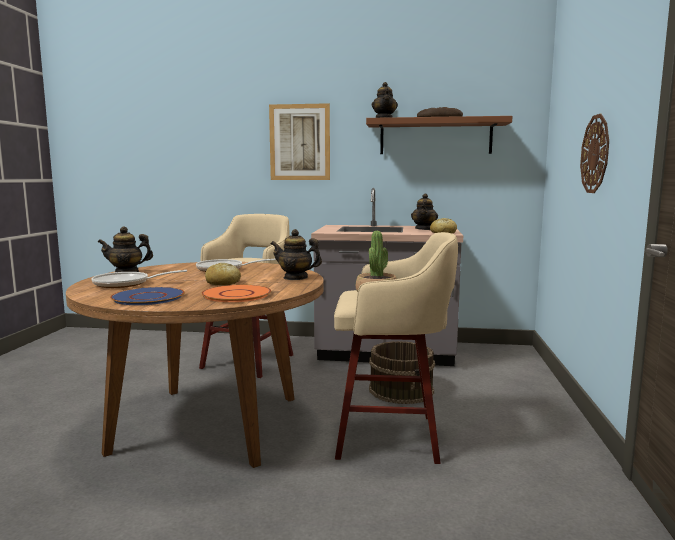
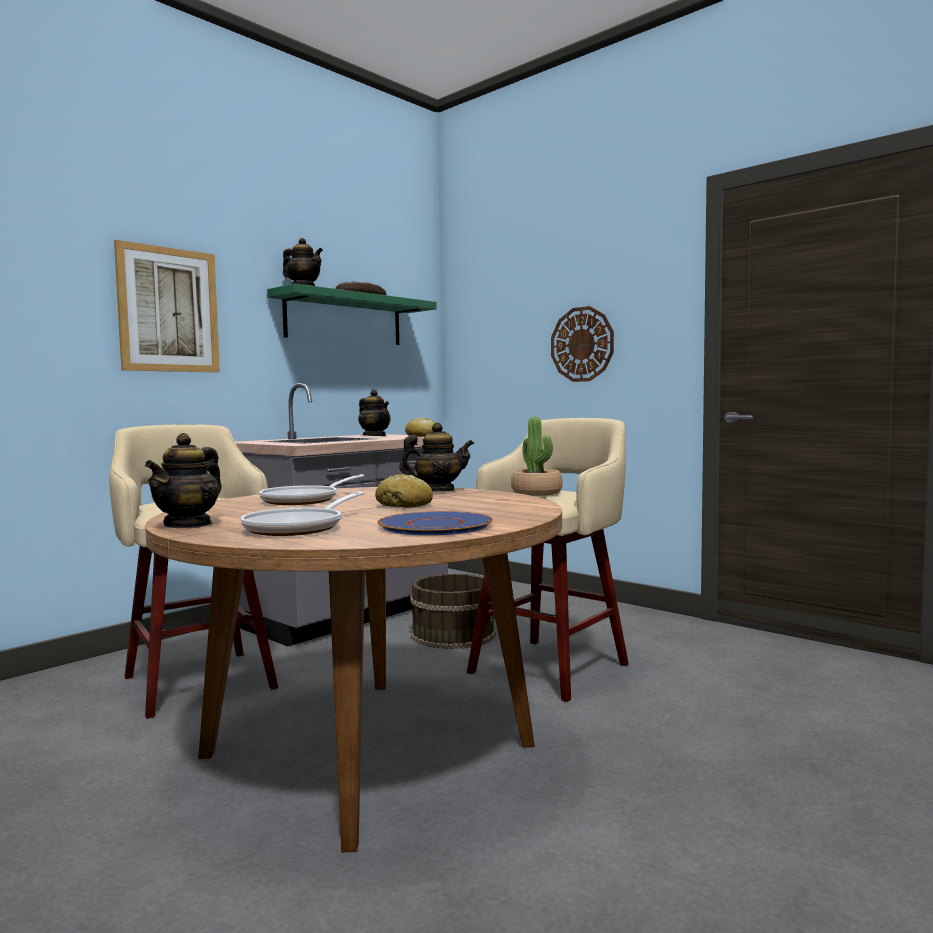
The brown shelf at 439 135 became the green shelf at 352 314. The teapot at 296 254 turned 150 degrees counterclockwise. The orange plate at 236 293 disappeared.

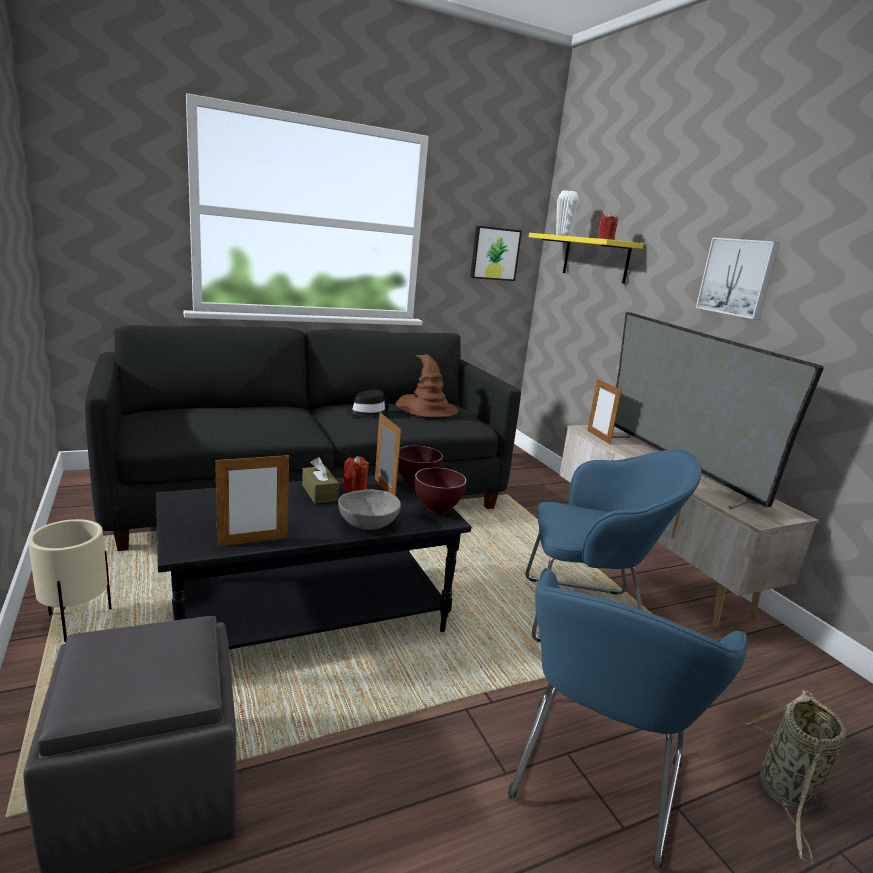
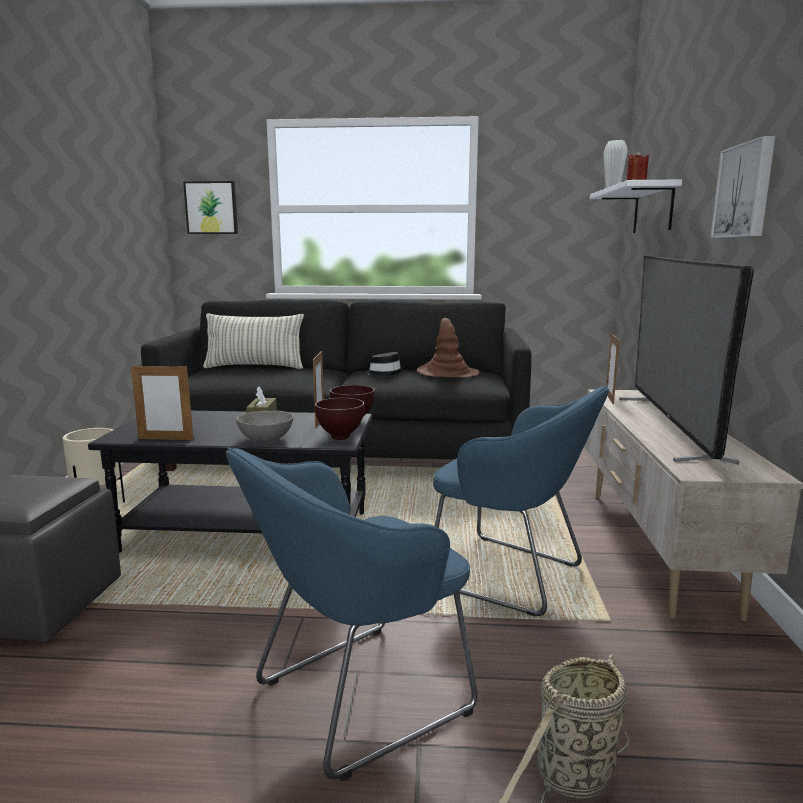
The picture moved from 496 253 to 210 207. The pillow at 253 341 appeared. The yellow shelf at 586 258 became the white shelf at 636 206. The red candle at 356 474 disappeared.

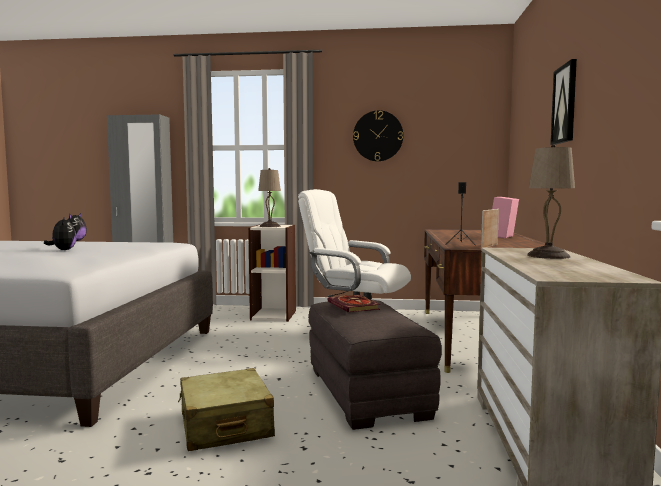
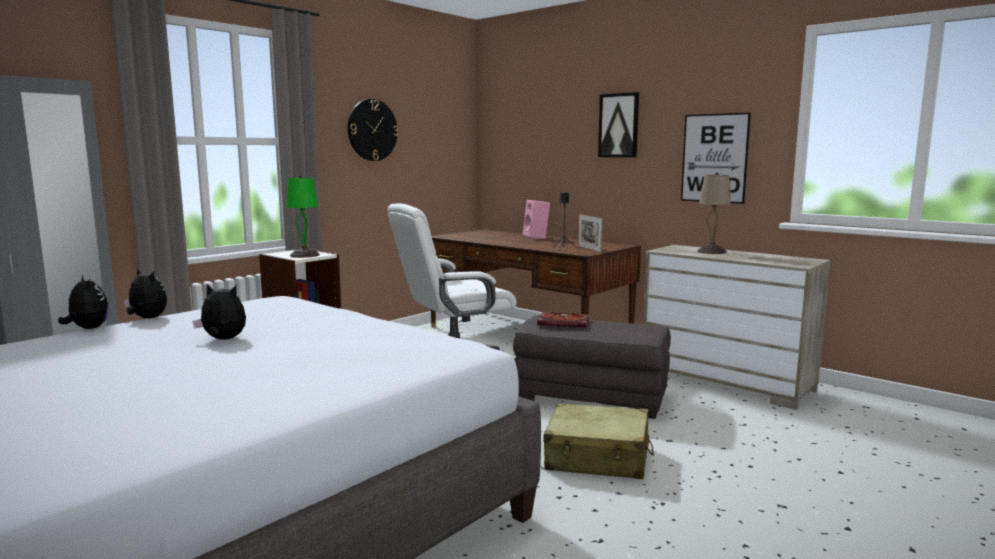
The plush toy at 145 293 appeared. The beige table lamp at 269 197 became the green table lamp at 303 216. The picture at 716 158 appeared.

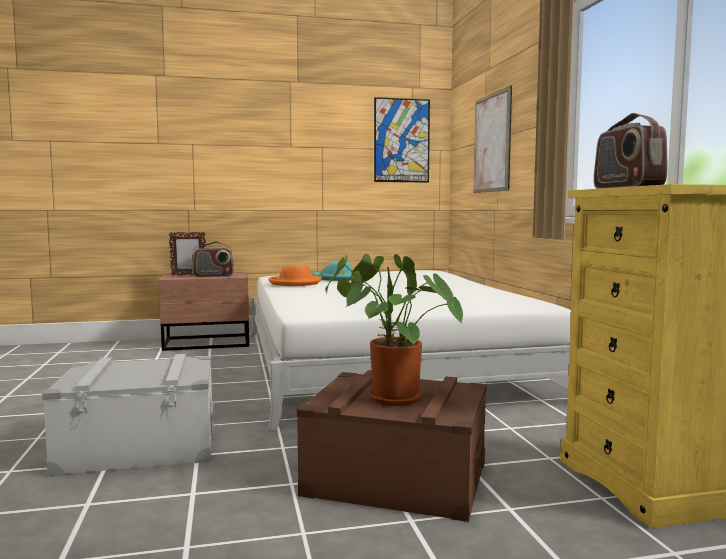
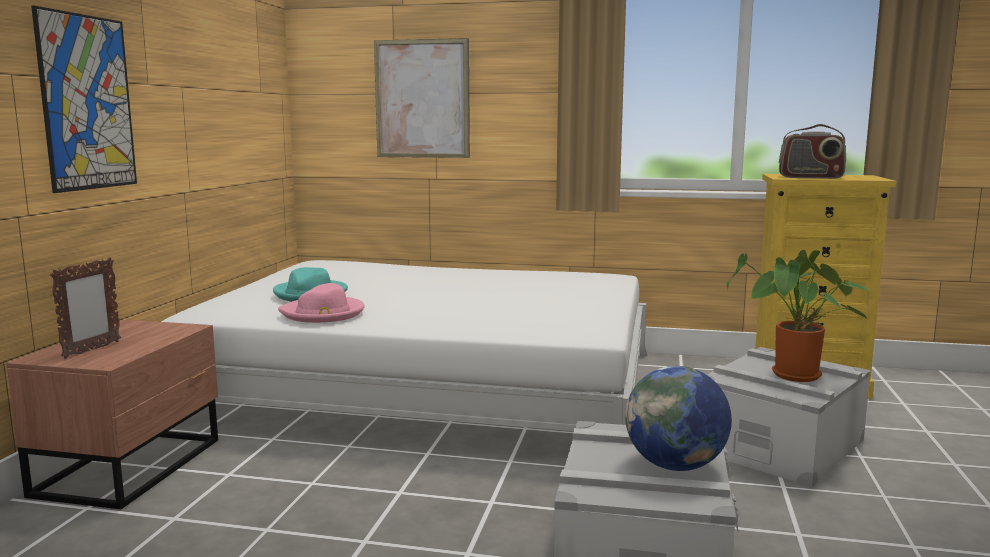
The picture moved from 402 140 to 84 99. The orange hat at 295 275 became the pink hat at 321 303. The globe at 678 418 appeared. The brown storage box at 391 446 became the grey storage box at 788 417. The radio at 212 259 disappeared.

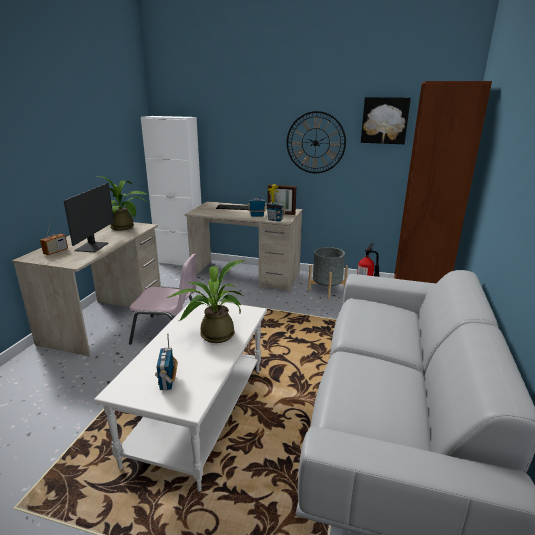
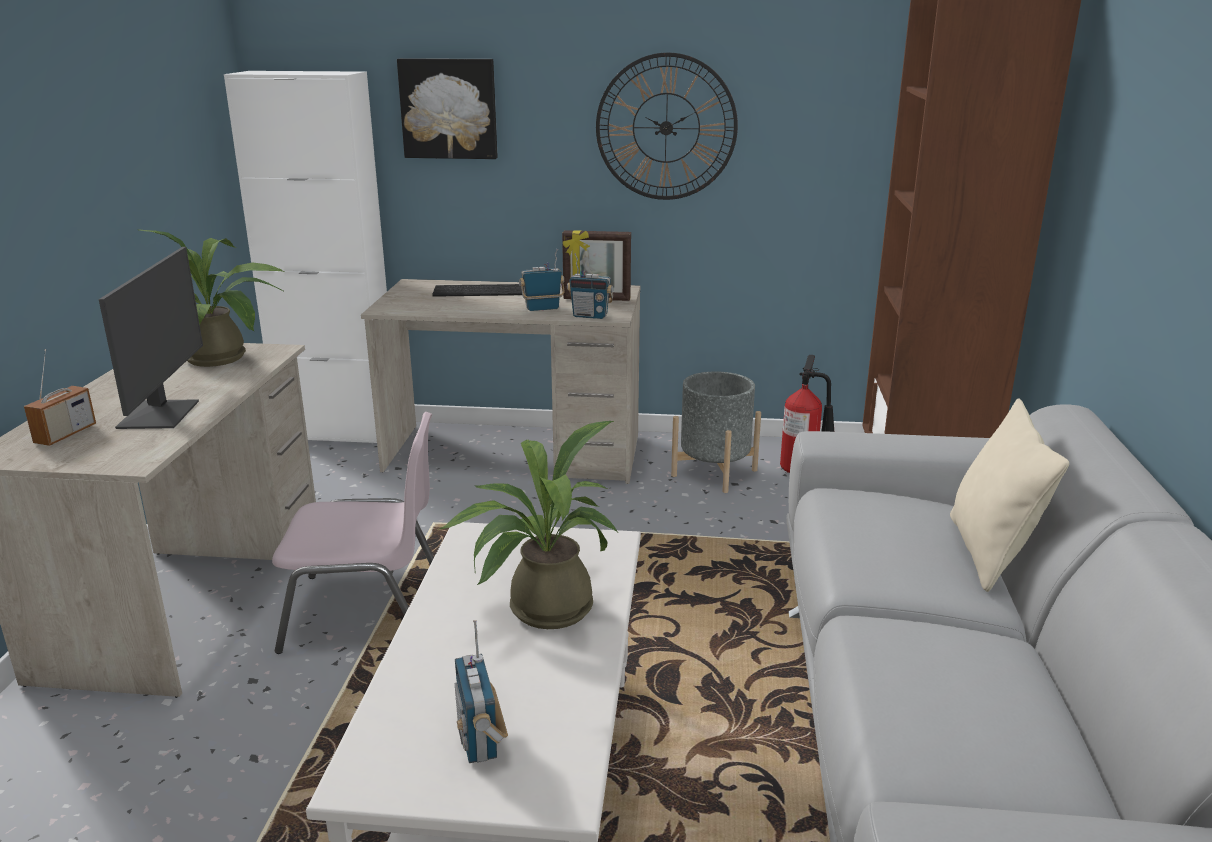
The picture moved from 386 120 to 447 108. The beige pillow at 1009 495 appeared.

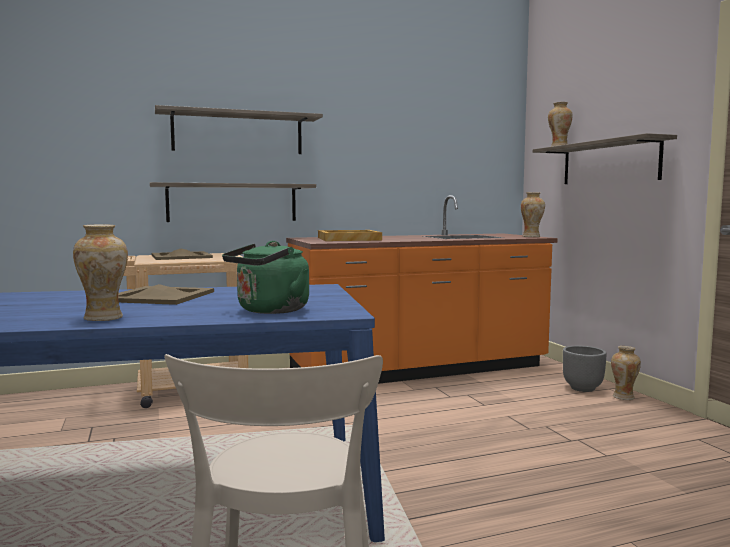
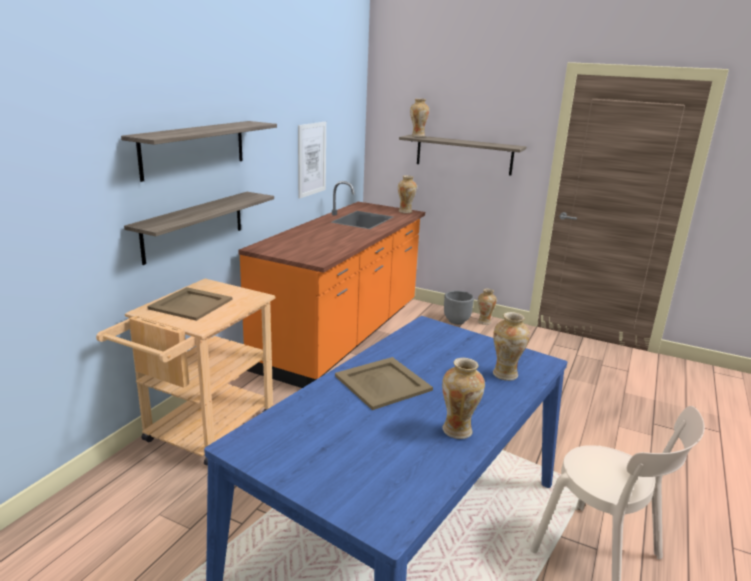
The picture at 312 160 appeared. The green kettle at 265 277 was replaced by the vase at 511 346. The beige tray at 350 235 disappeared.

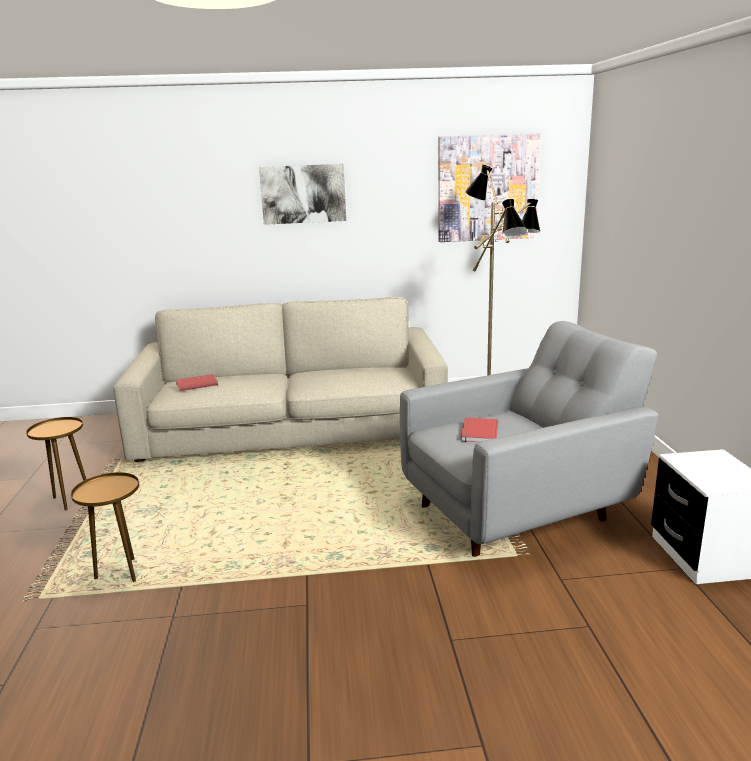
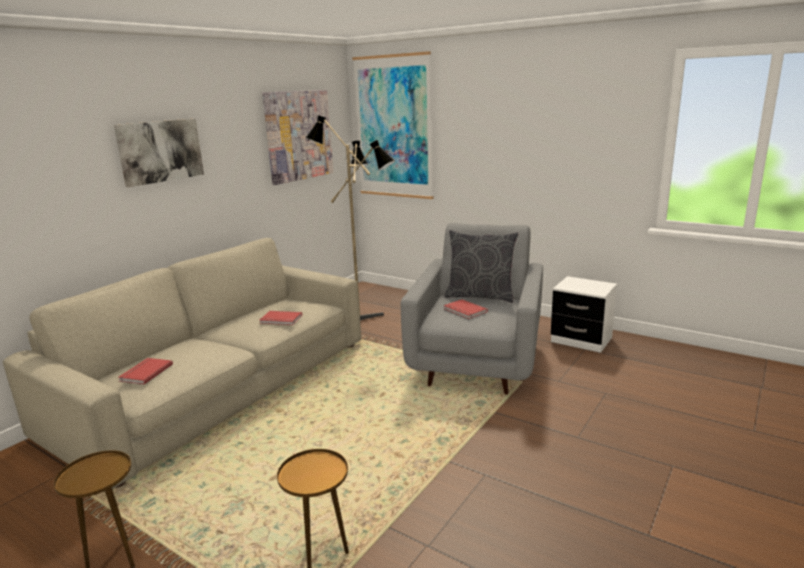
The red book at 281 318 appeared. The picture at 393 125 appeared. The grey pillow at 481 266 appeared.

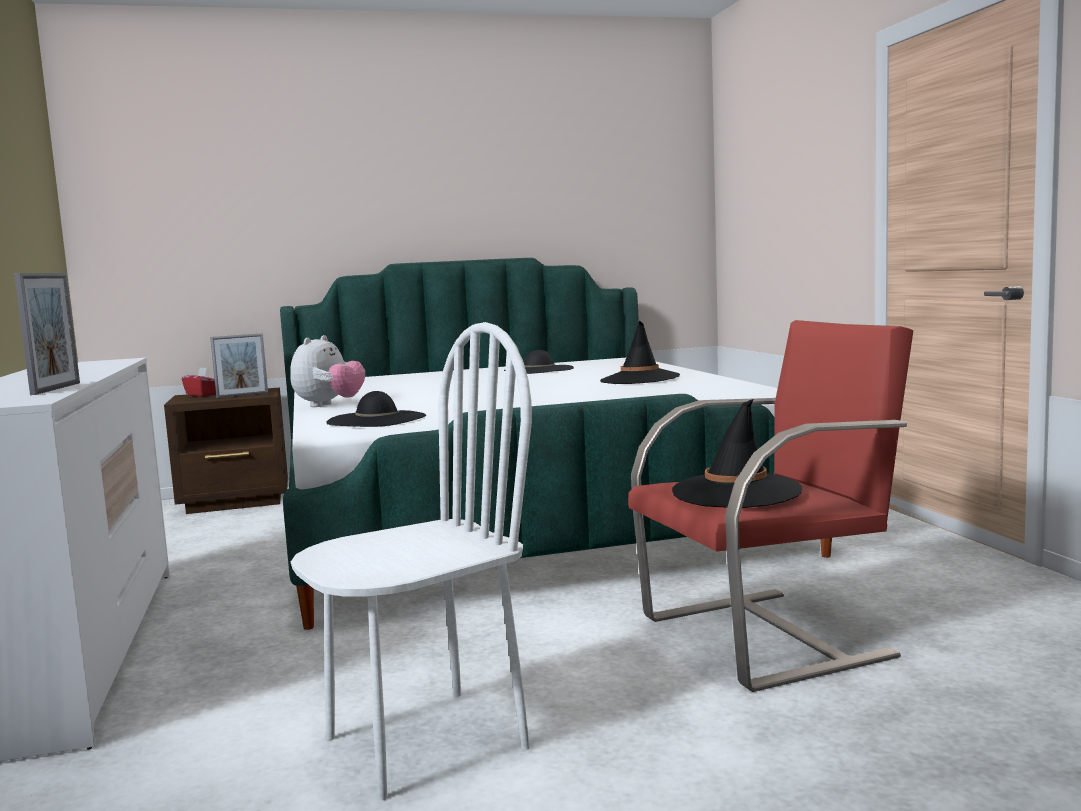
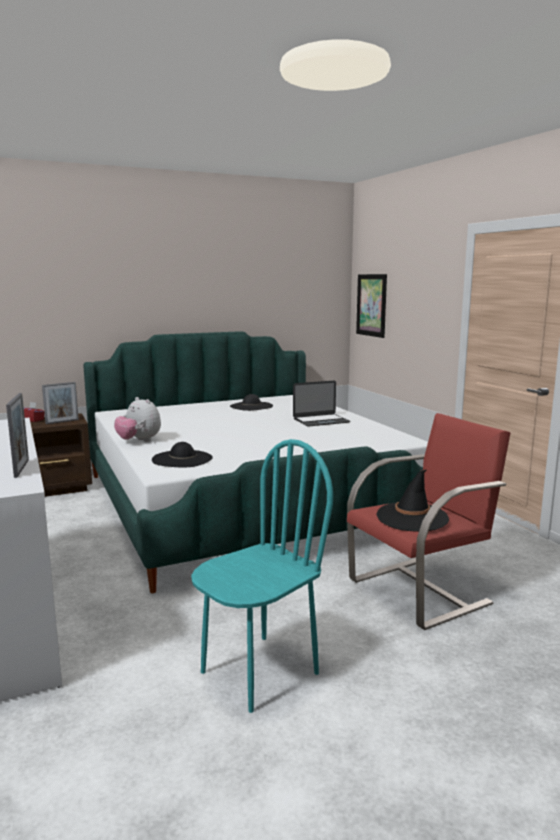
The plush toy at 327 371 turned 120 degrees clockwise. The white chair at 411 561 became the turquoise chair at 262 576. The black hat at 640 352 was replaced by the laptop at 322 403. The picture at 371 306 appeared.

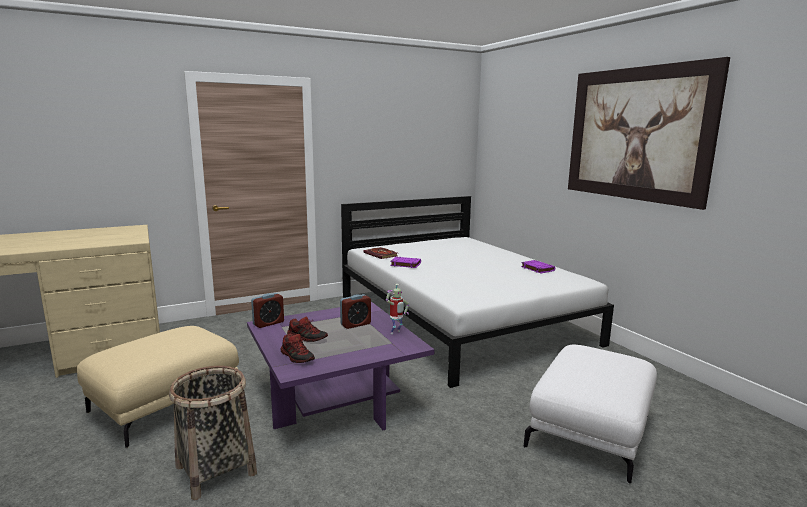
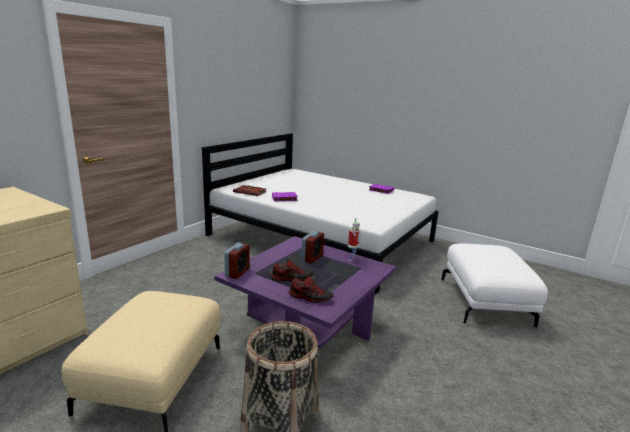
The picture at 649 133 disappeared.

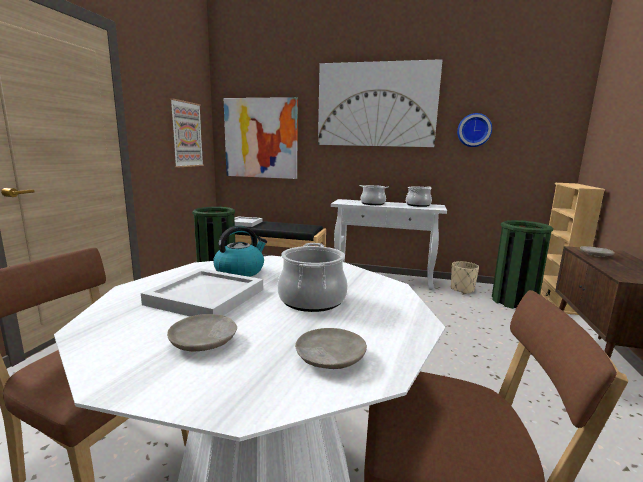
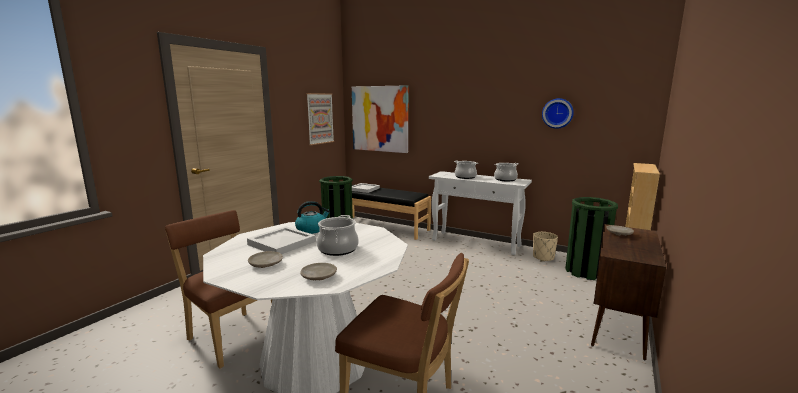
The picture at 380 103 disappeared.

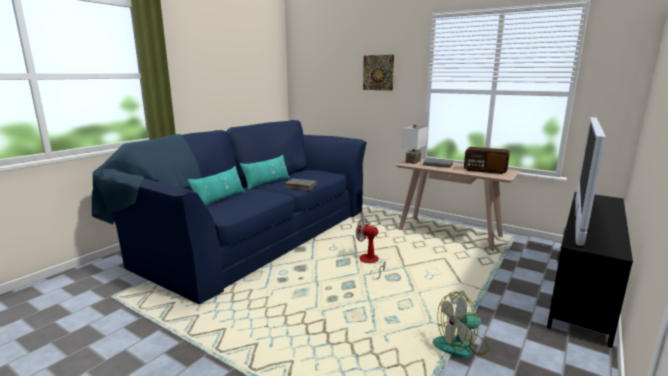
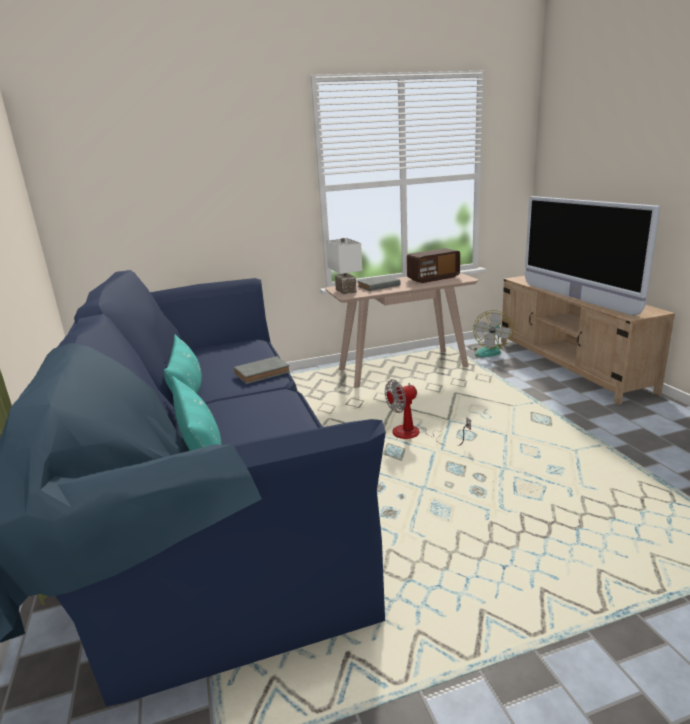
The fan moved from 461 325 to 490 333. The black tv stand at 590 270 became the beige tv stand at 588 340. The picture at 378 73 disappeared.

